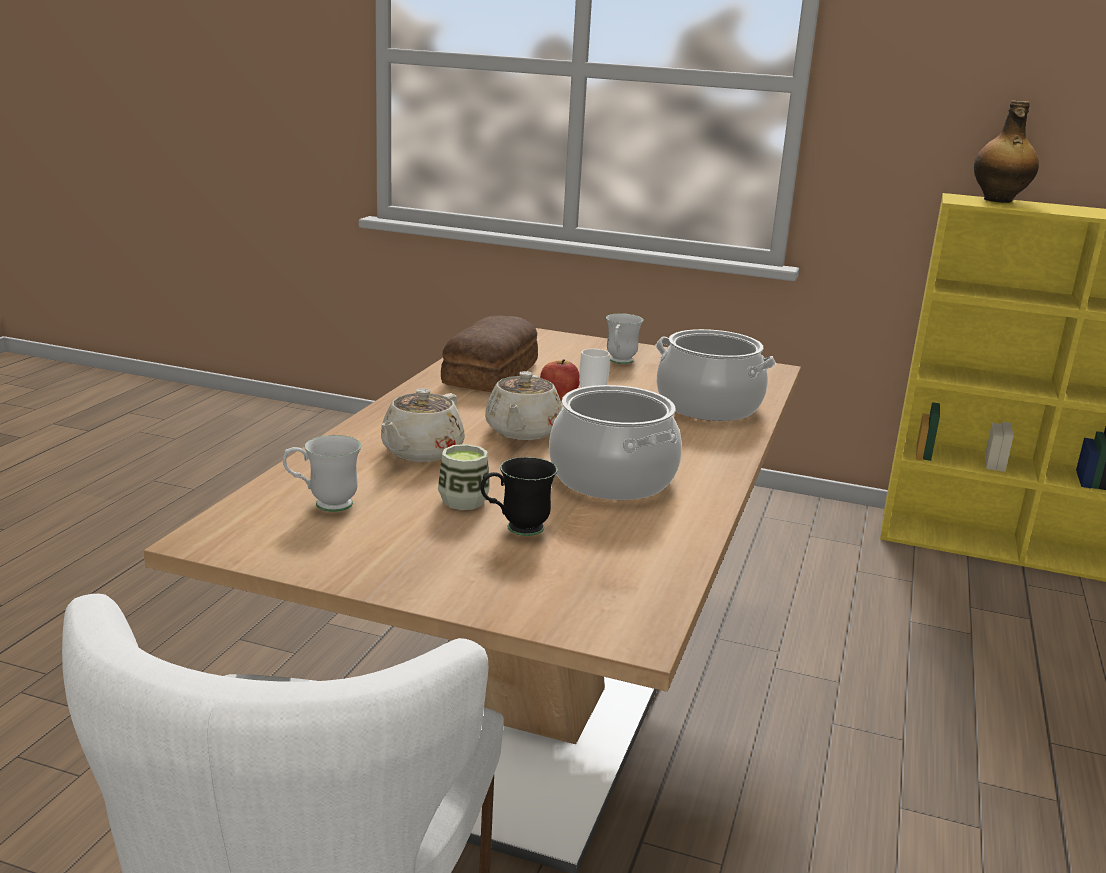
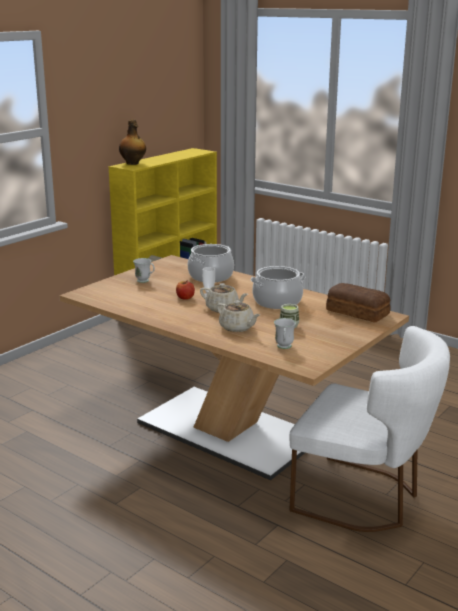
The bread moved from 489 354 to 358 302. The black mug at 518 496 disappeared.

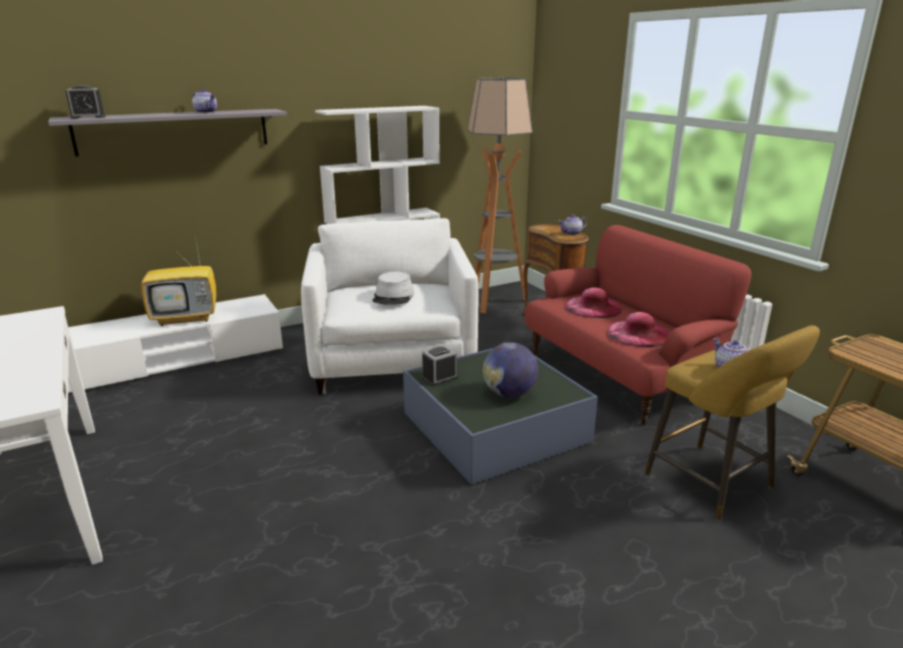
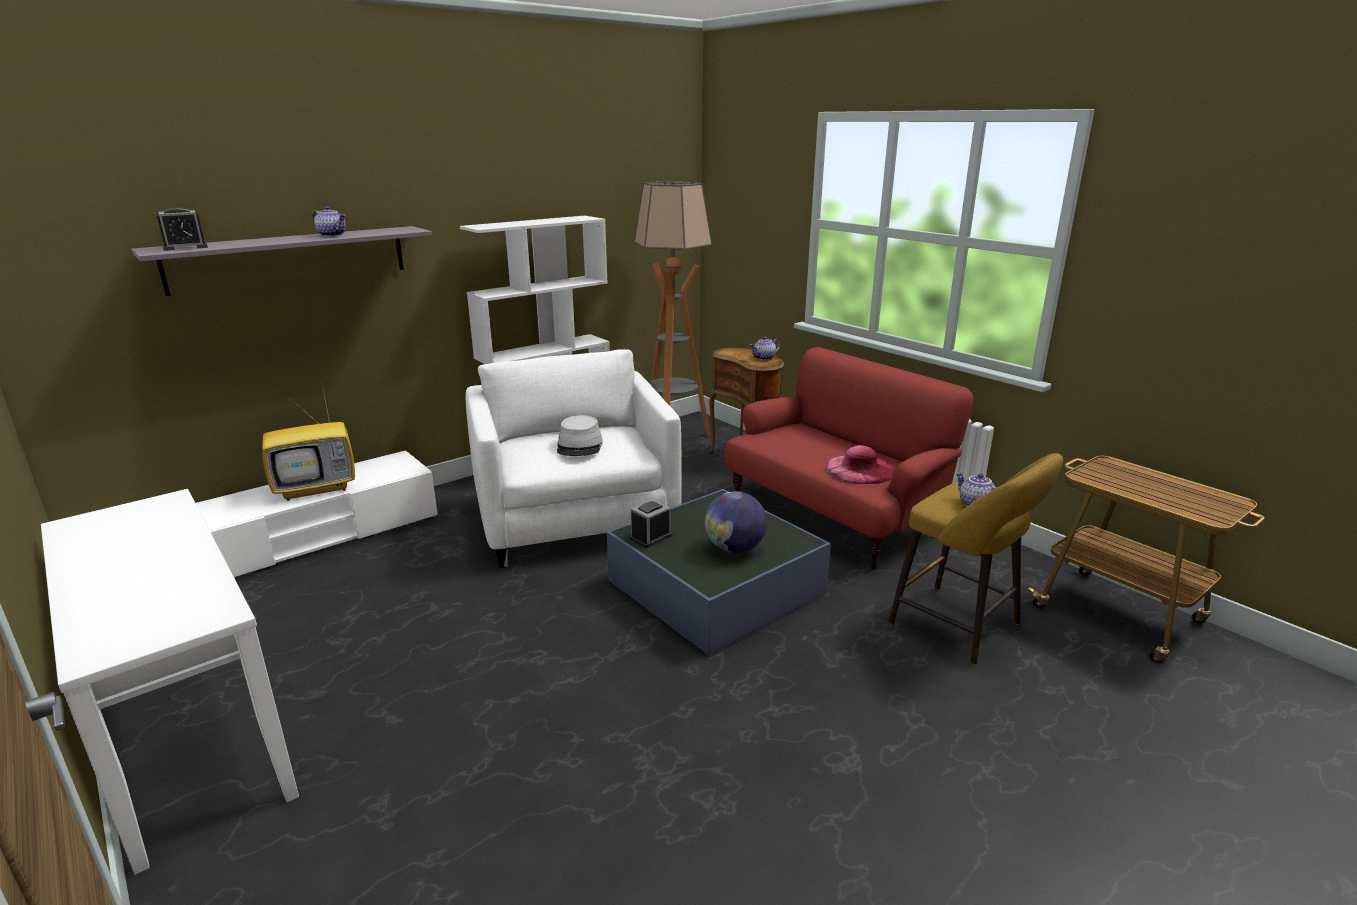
The pink hat at 593 302 disappeared.

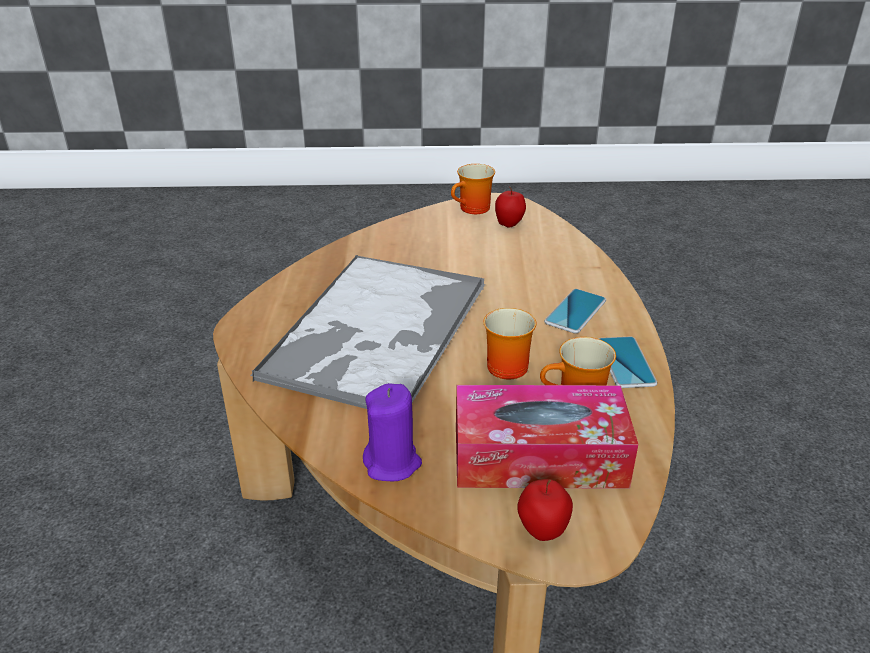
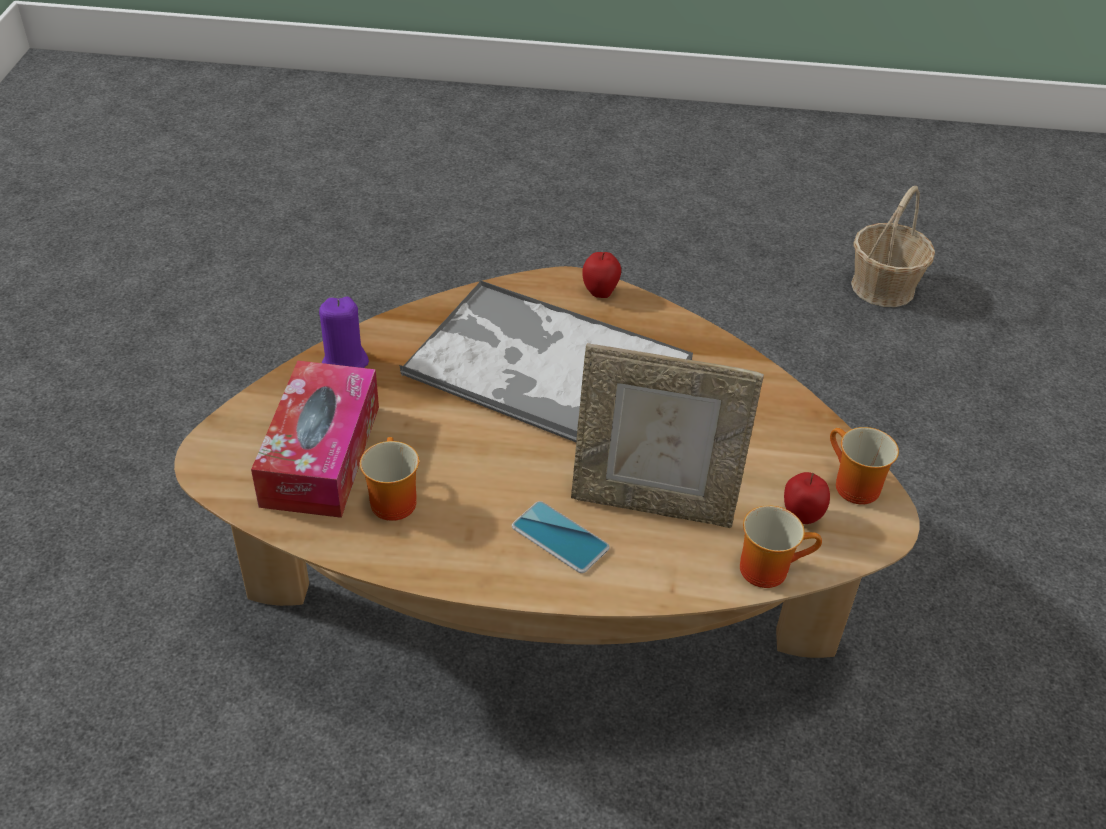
The picture frame at 667 435 appeared. The apple moved from 545 510 to 601 275. The mug moved from 509 343 to 781 546. The basket at 893 246 appeared. The phone at 628 362 disappeared.

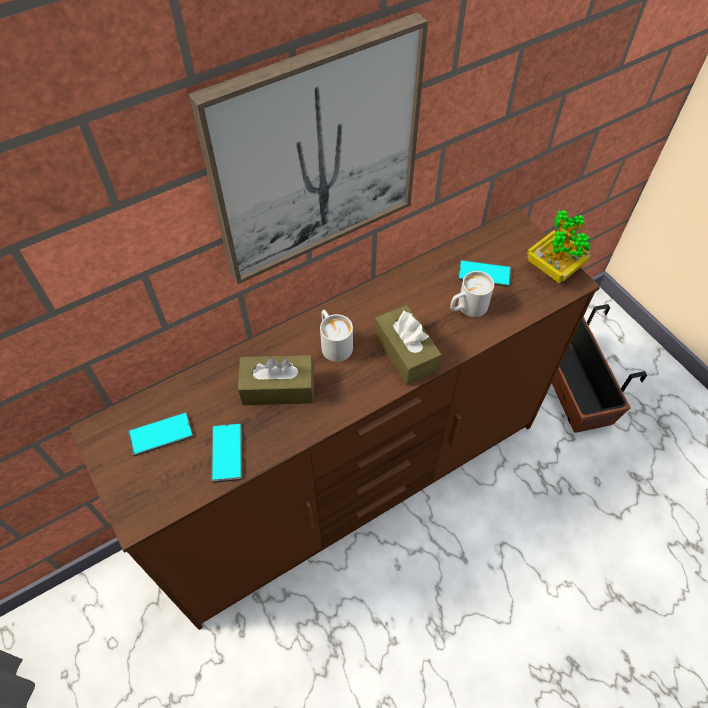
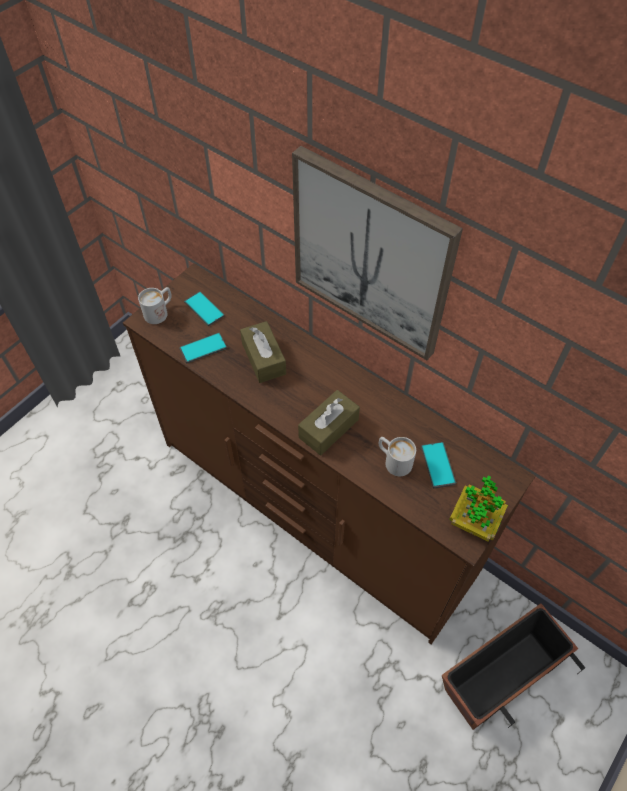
The white mug moved from 336 336 to 155 305.

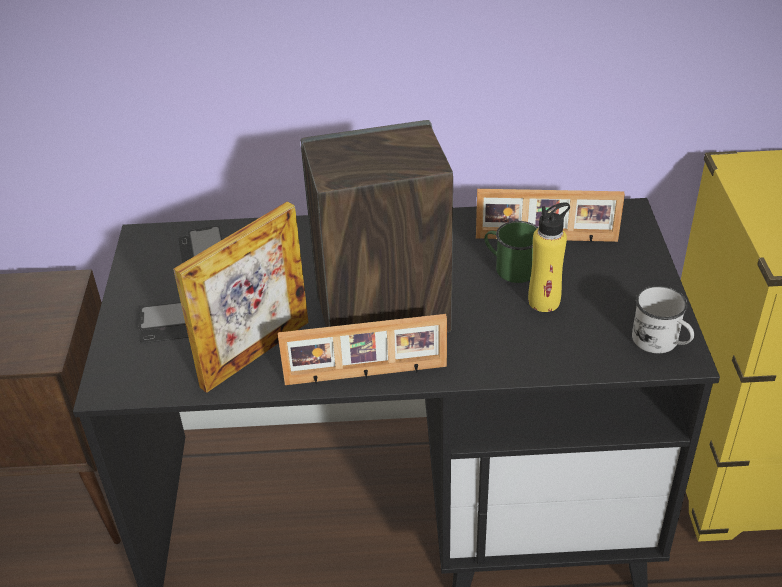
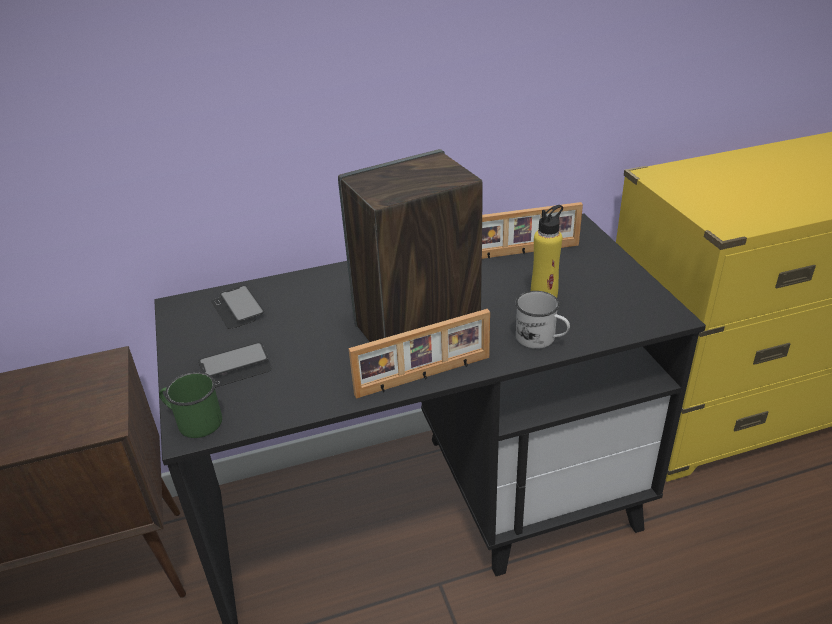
The green mug moved from 511 252 to 190 405. The white mug moved from 663 319 to 542 320. The picture frame at 241 297 disappeared.

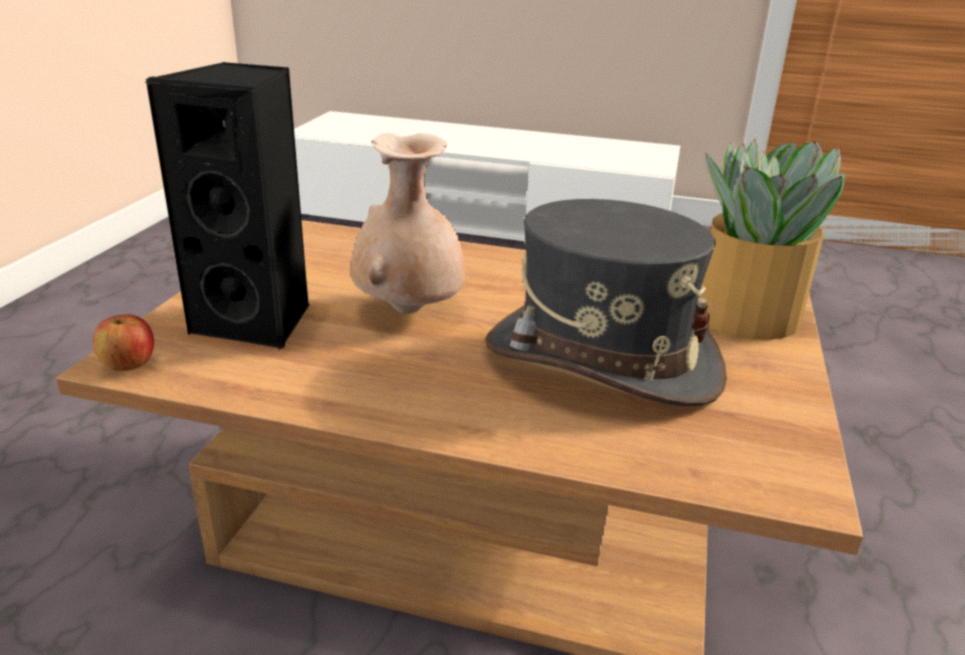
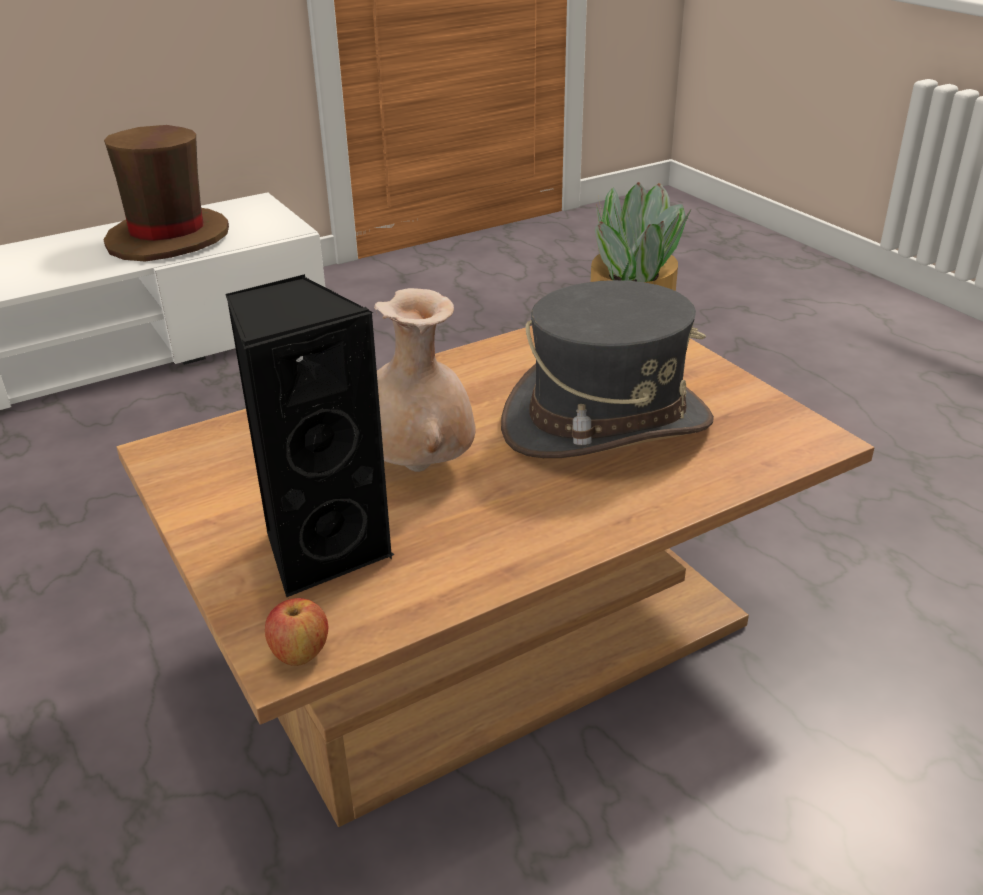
The brown hat at 166 193 appeared.

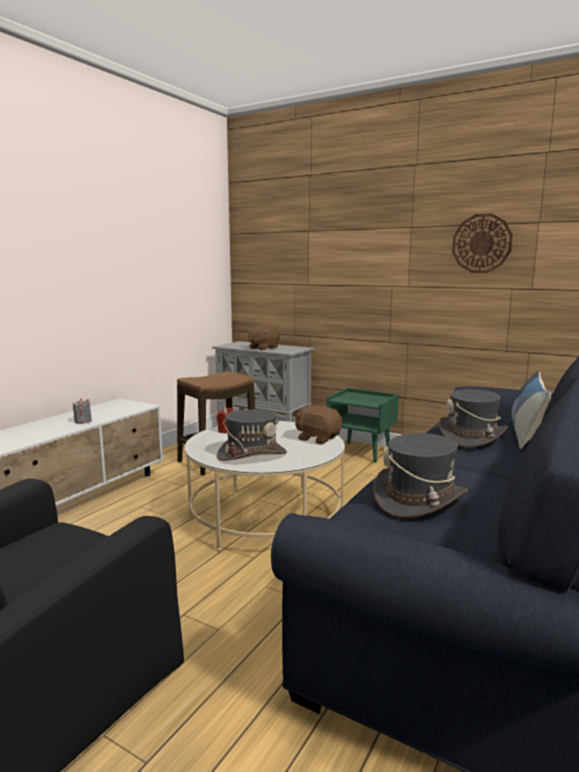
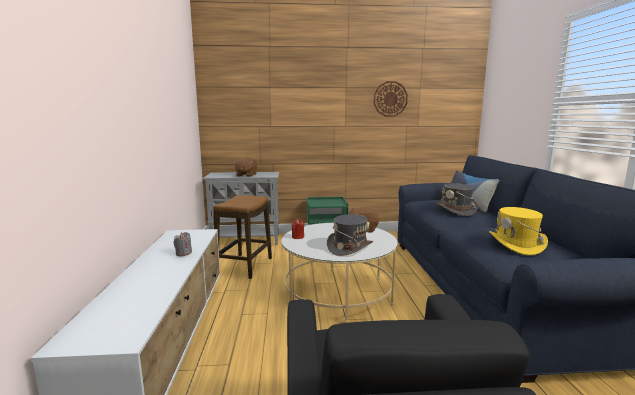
The grey hat at 421 475 became the yellow hat at 518 231.

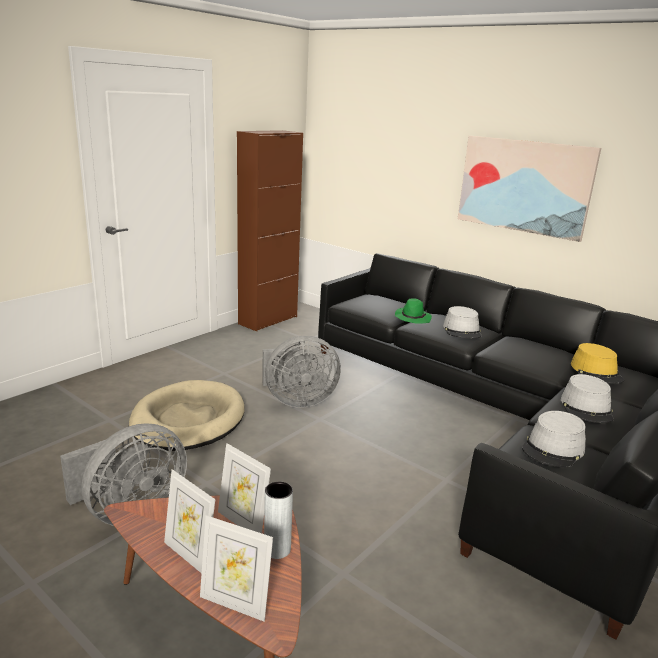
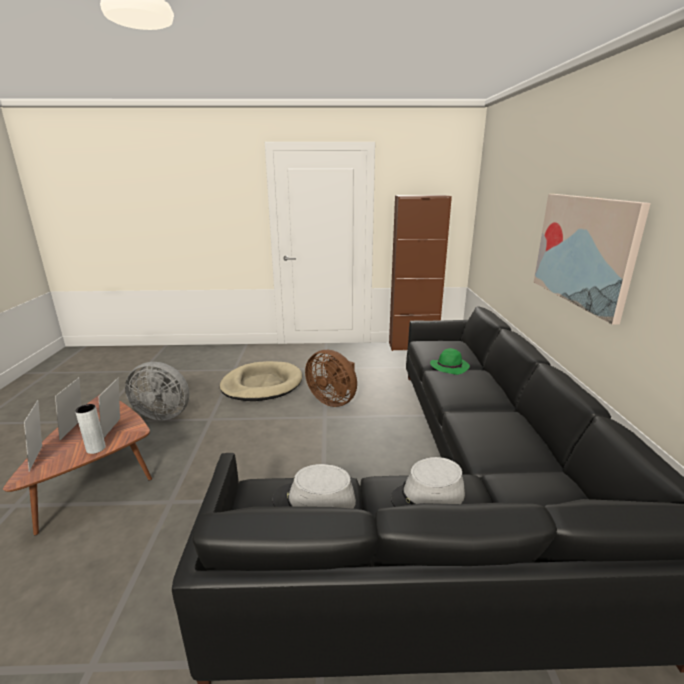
The grey fan at 301 372 became the brown fan at 331 378. The grey hat at 462 322 disappeared. The yellow hat at 597 363 disappeared.

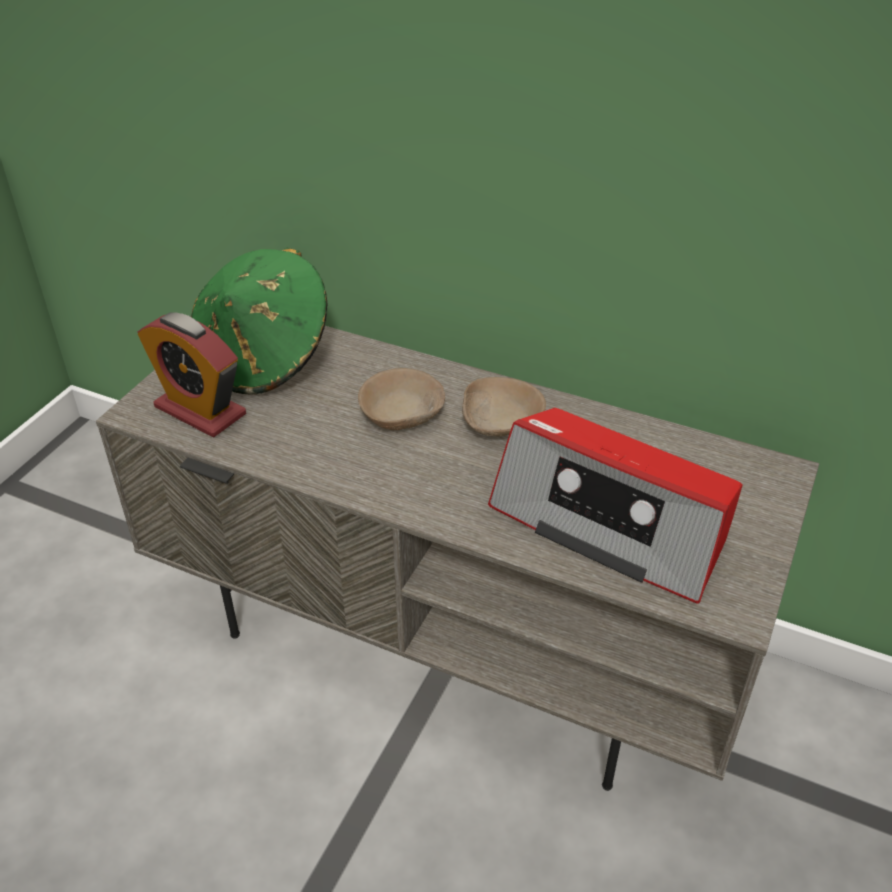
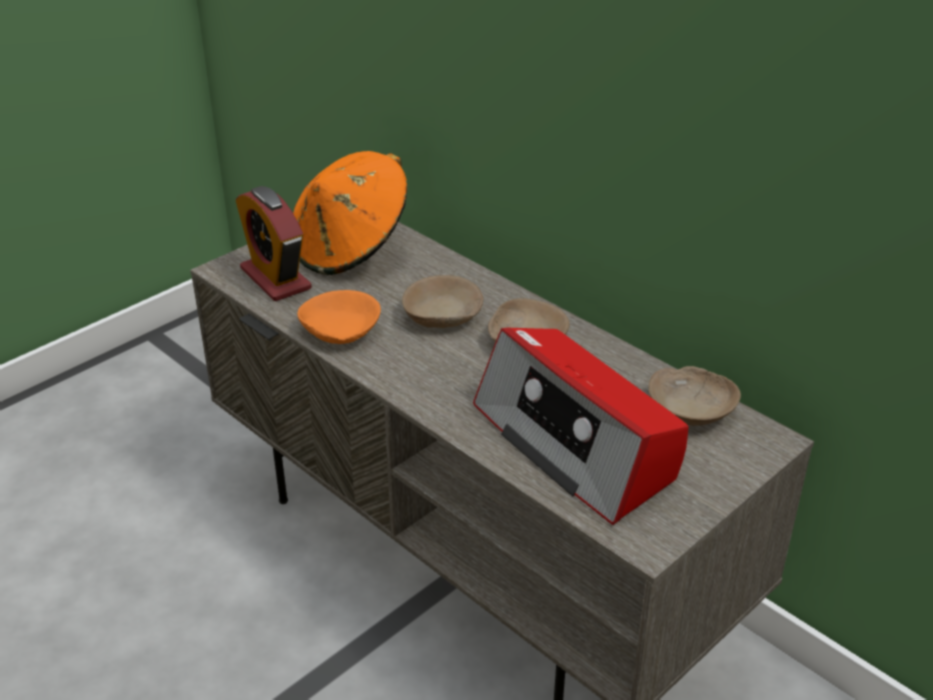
The green hat at 259 321 became the orange hat at 350 213. The orange bowl at 339 317 appeared. The beige bowl at 694 396 appeared.

